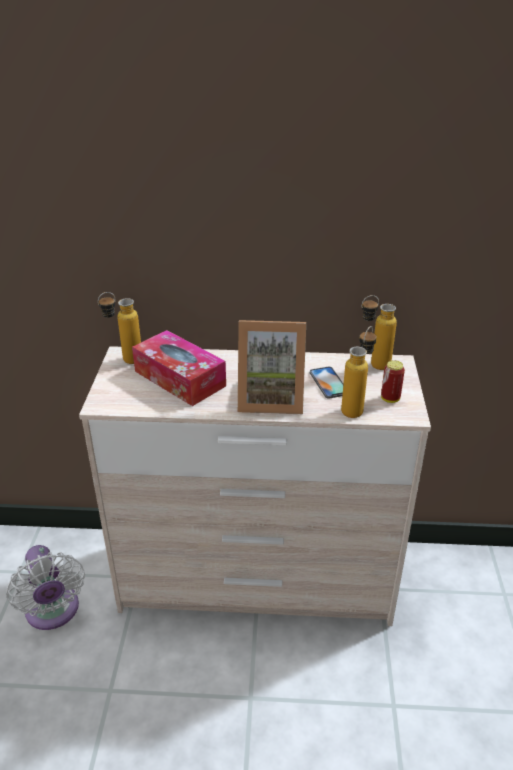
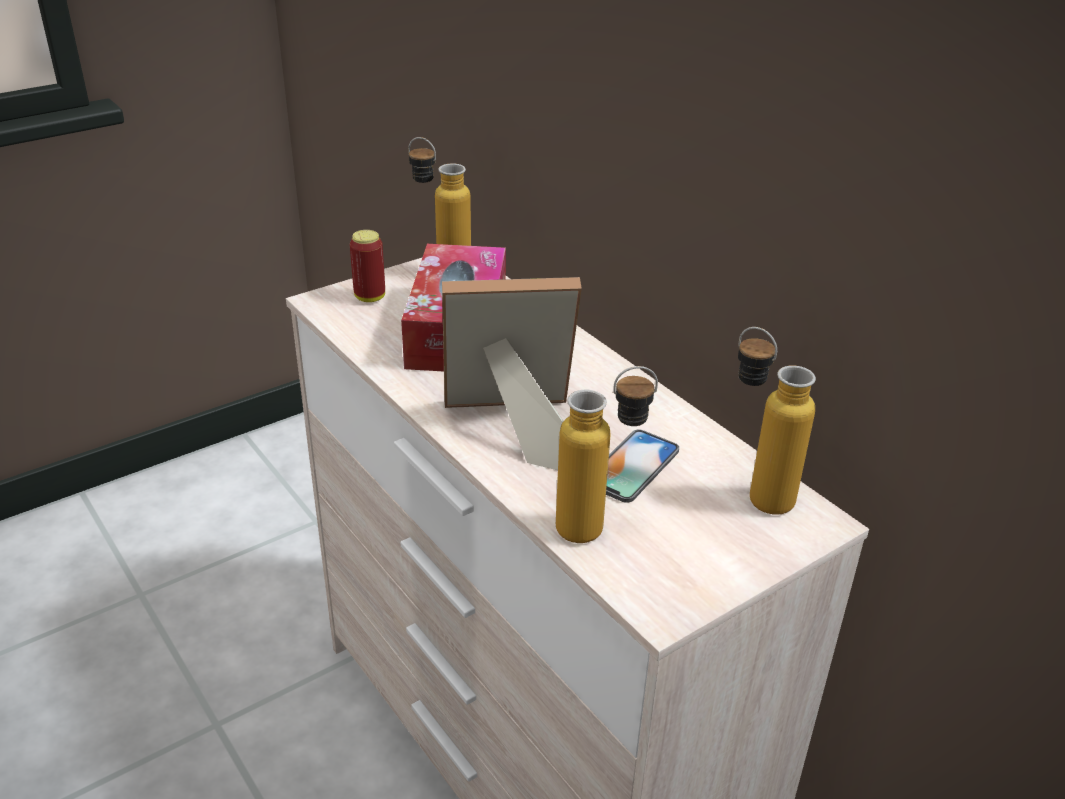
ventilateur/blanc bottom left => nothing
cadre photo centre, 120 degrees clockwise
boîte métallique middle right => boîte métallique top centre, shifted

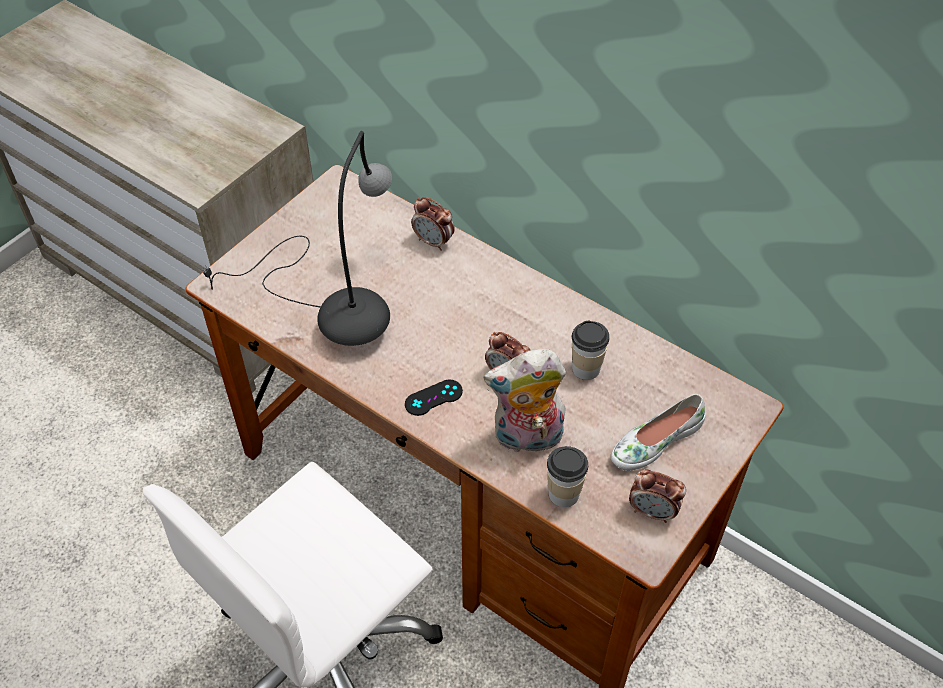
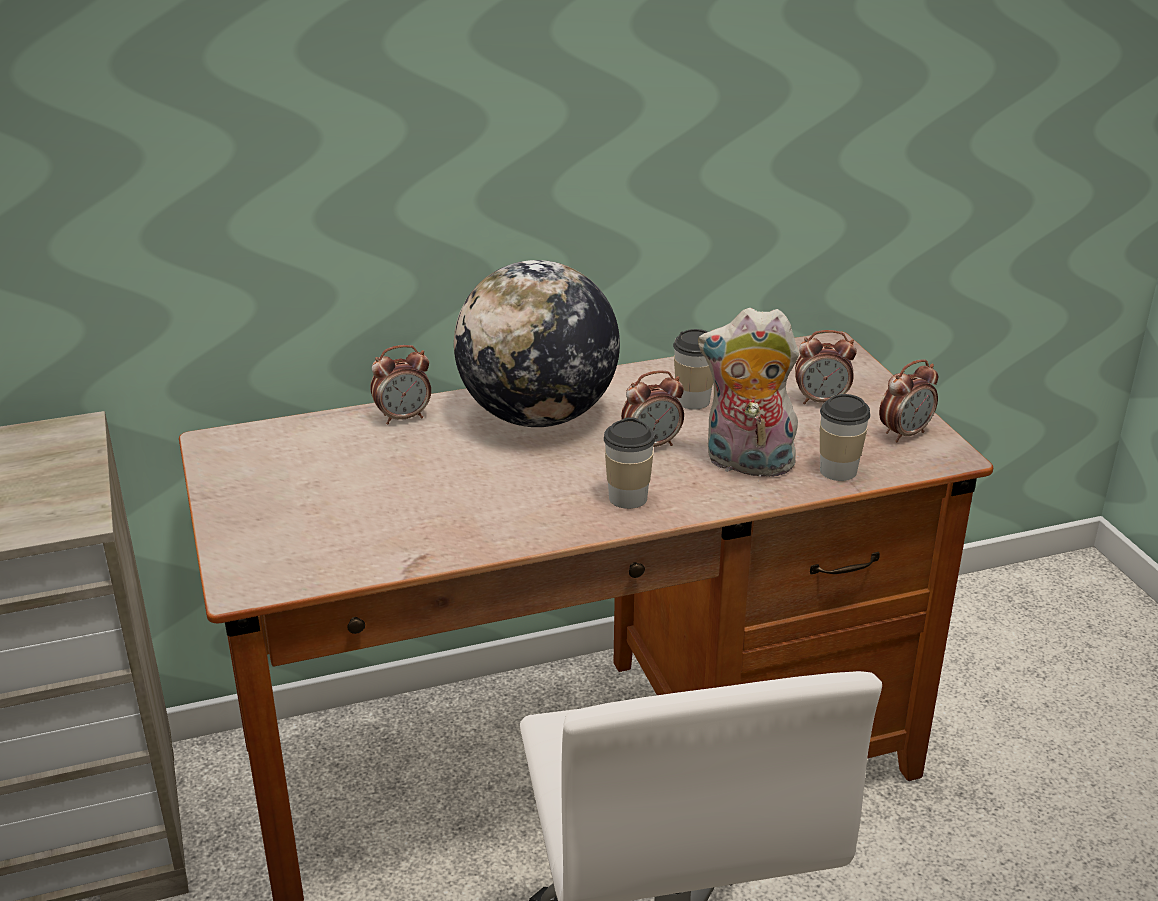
lampe de table/gris middle left => nothing
manette/noir centre => tasse (no. 1 from left) centre
peluche centre, 75 degrees clockwise
chaussure/blanc middle right => réveil (no. 3 from left) middle right
nothing => globe centre

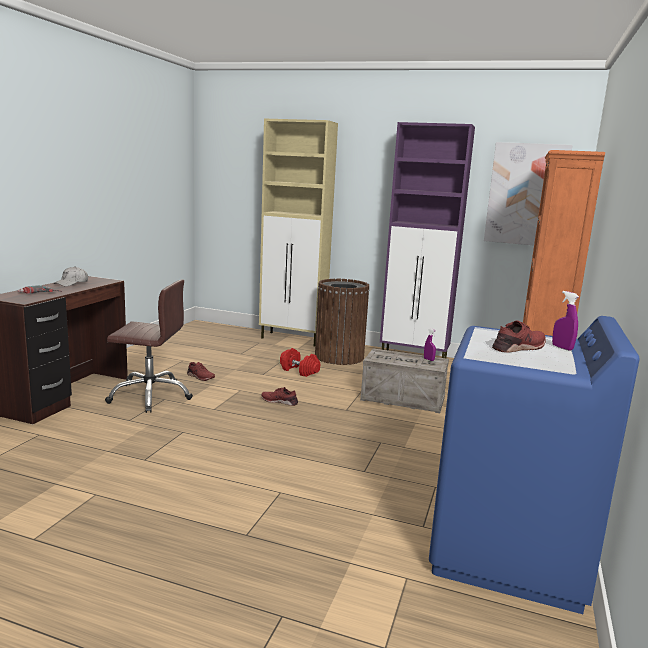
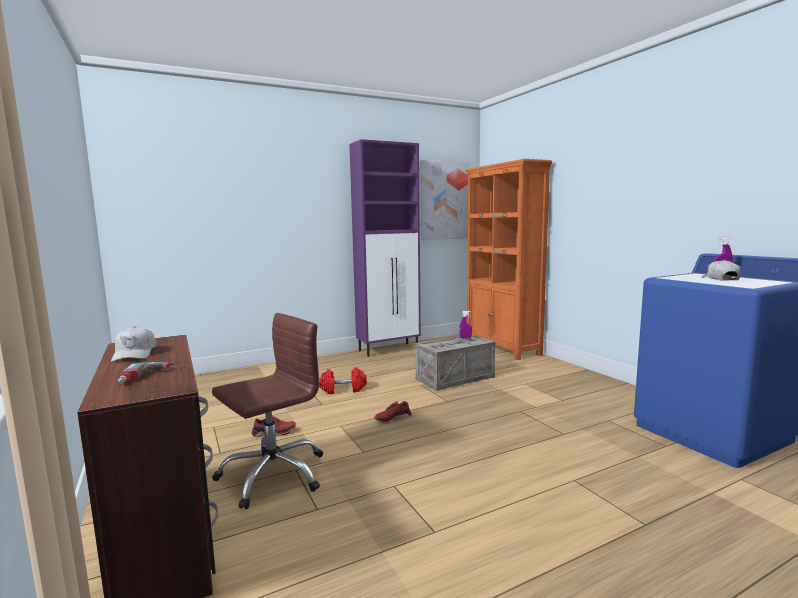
meuble de rangement/beige centre => nothing
poubelle/marron centre => nothing
chaussure/rouge (no. 3 from left) middle right => casquette/blanc (no. 2 from left) middle right

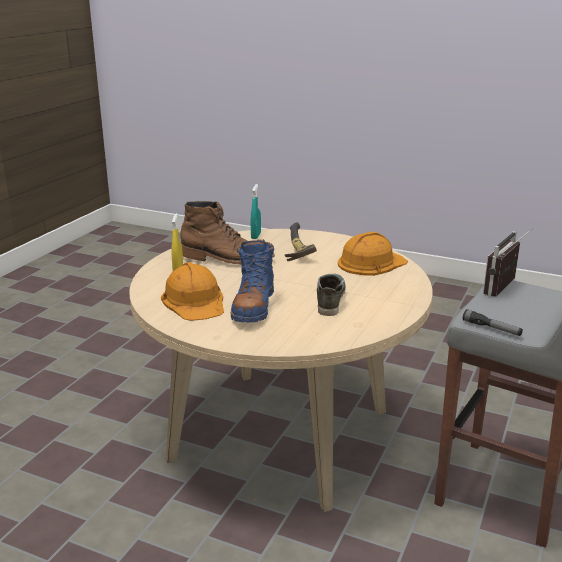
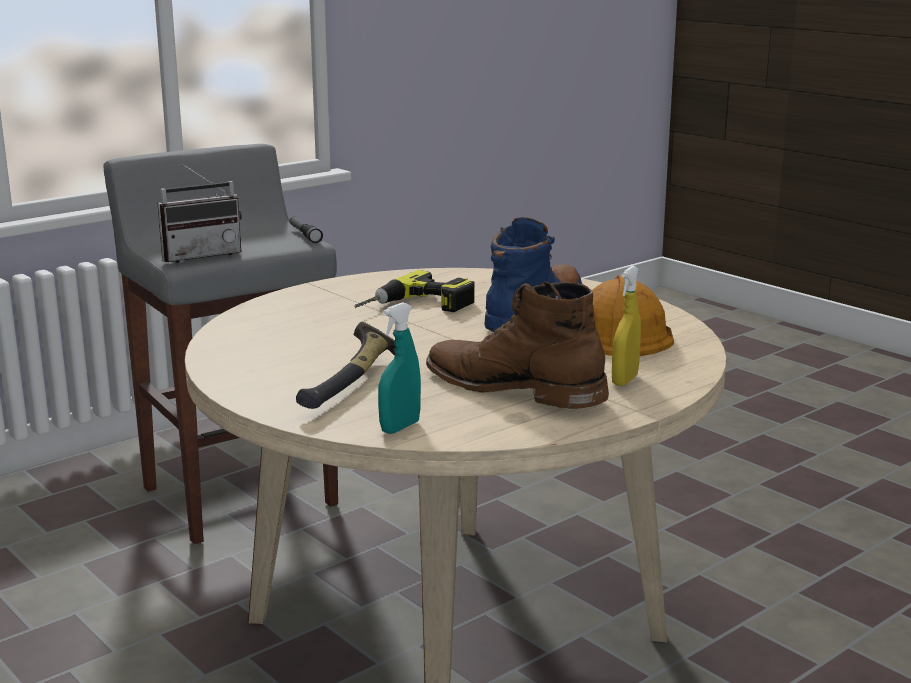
chaussure centre => perceuse centre
casque de chantier/orange (no. 2 from left) centre => nothing

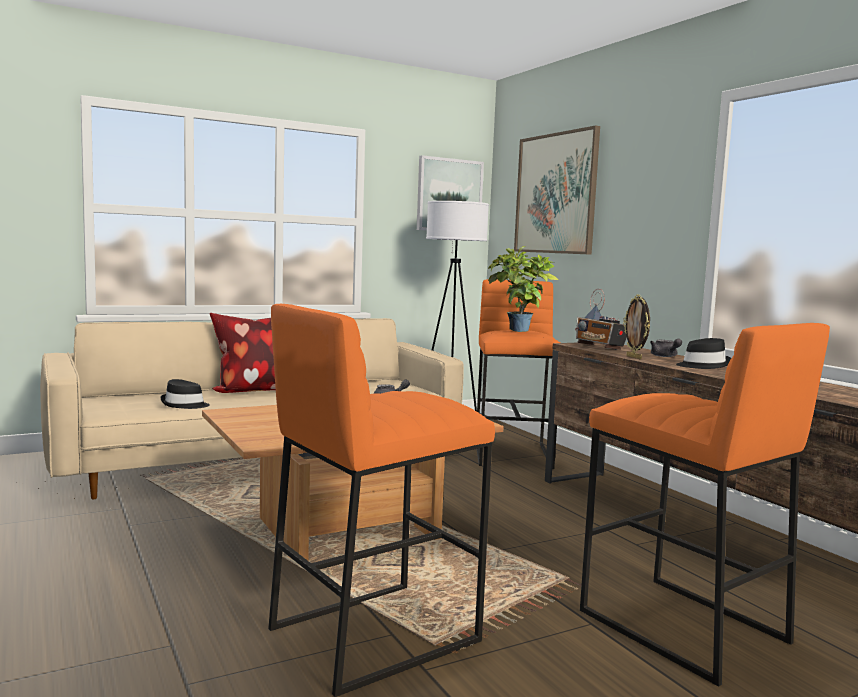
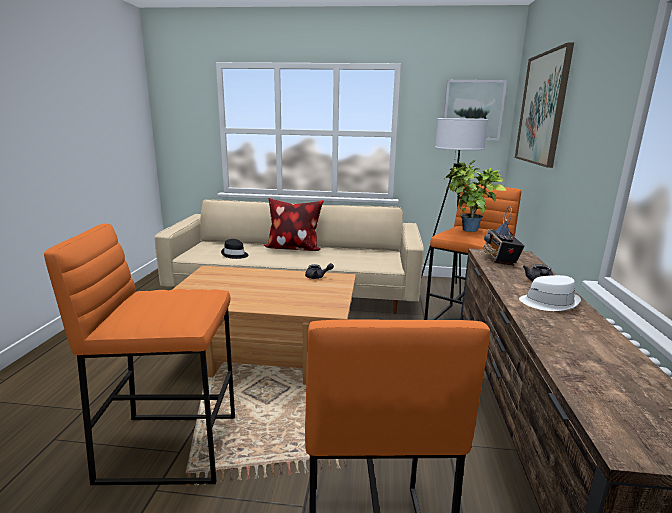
cadre photo middle right => nothing
chapeau/noir (no. 2 from left) middle right => chapeau/blanc middle right

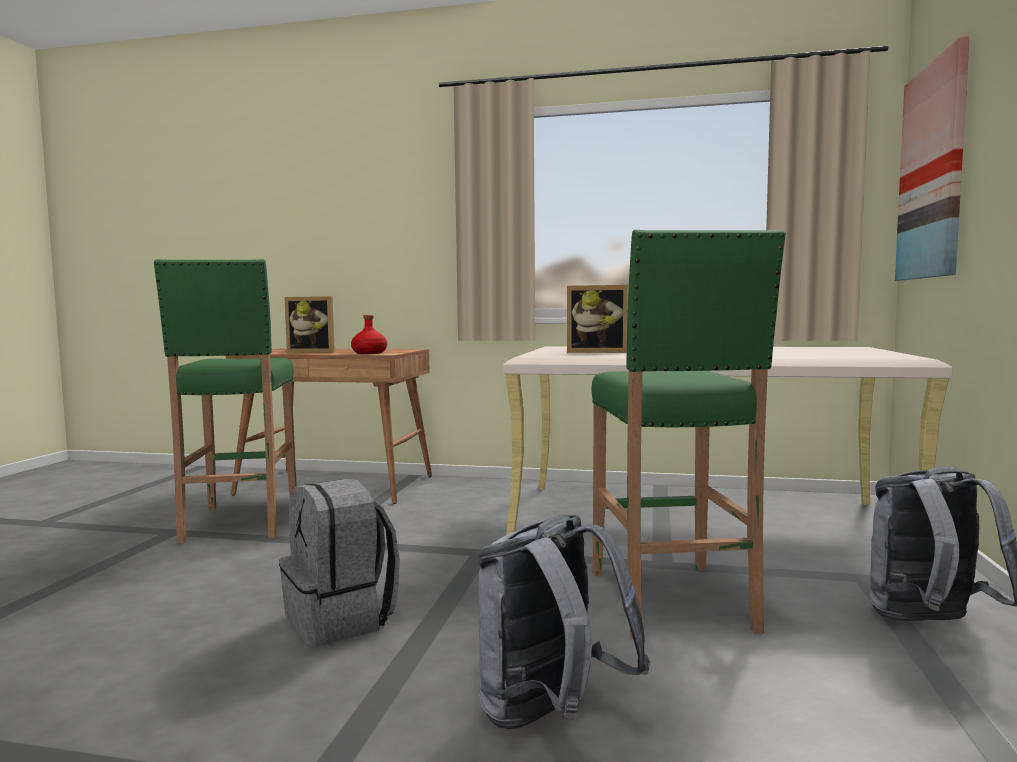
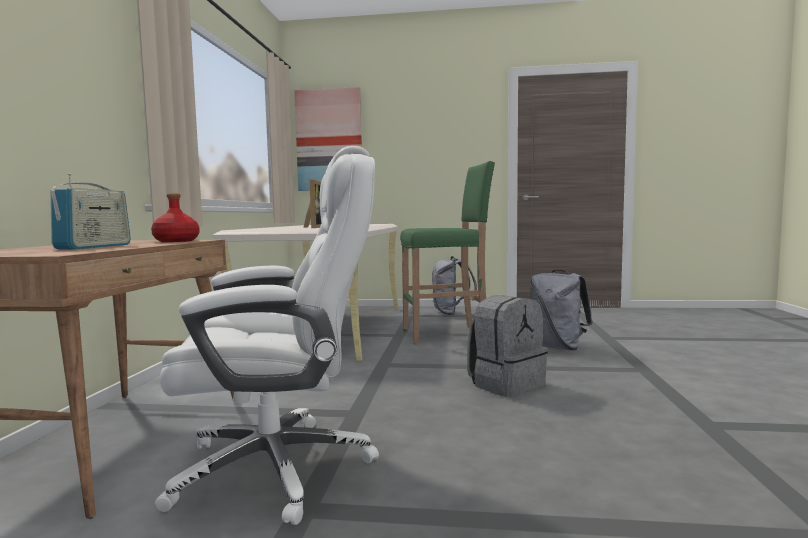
tabouret/vert (no. 1 from left) middle left => chaise de bureau/blanc middle left
cadre photo (no. 1 from left) middle left => radio middle left

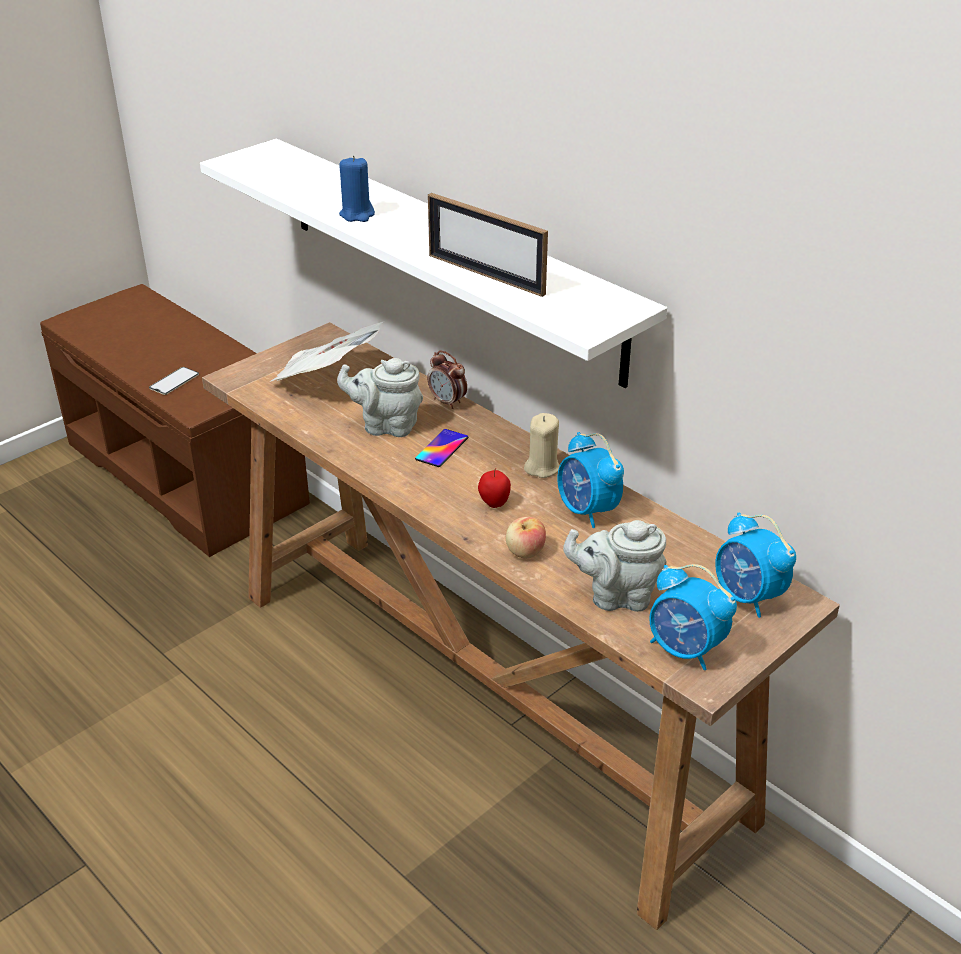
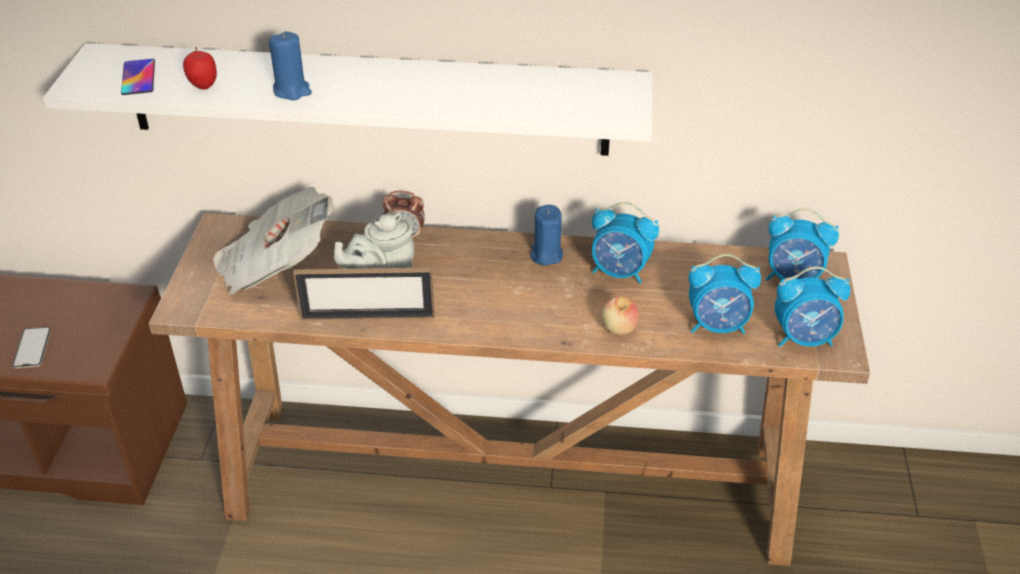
téléphone (no. 2 from left) centre => téléphone (no. 2 from left) top left, shifted
cadre photo top centre => cadre photo centre, shifted
pomme (no. 1 from left) centre => pomme (no. 1 from left) top left, shifted
bougie/beige centre => bougie/bleu (no. 2 from left) centre
théière/gris (no. 2 from left) centre => réveil (no. 3 from left) middle right

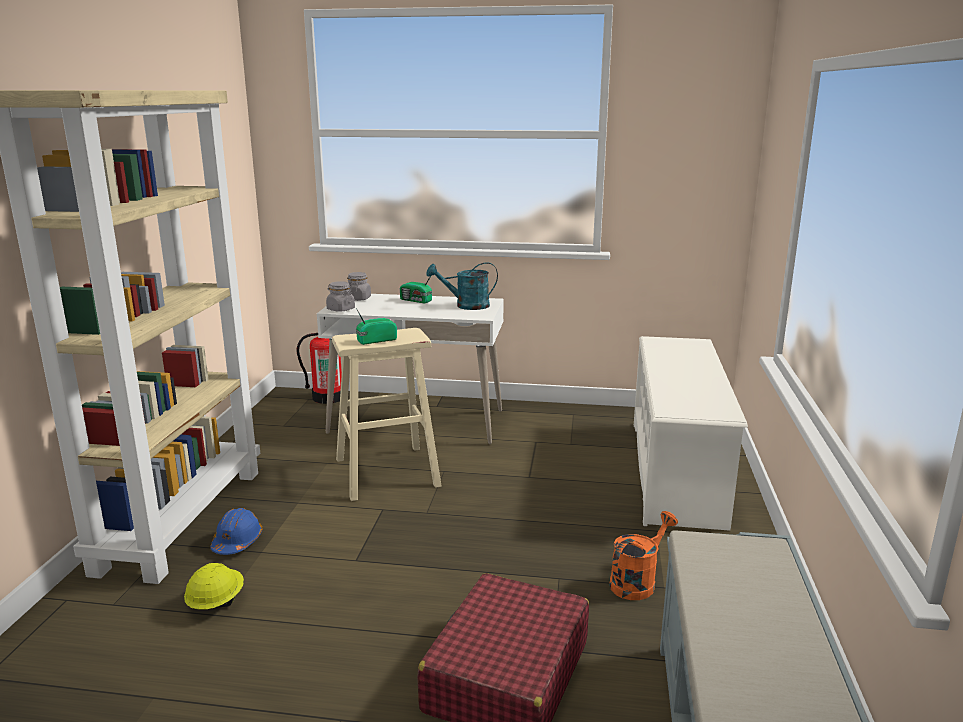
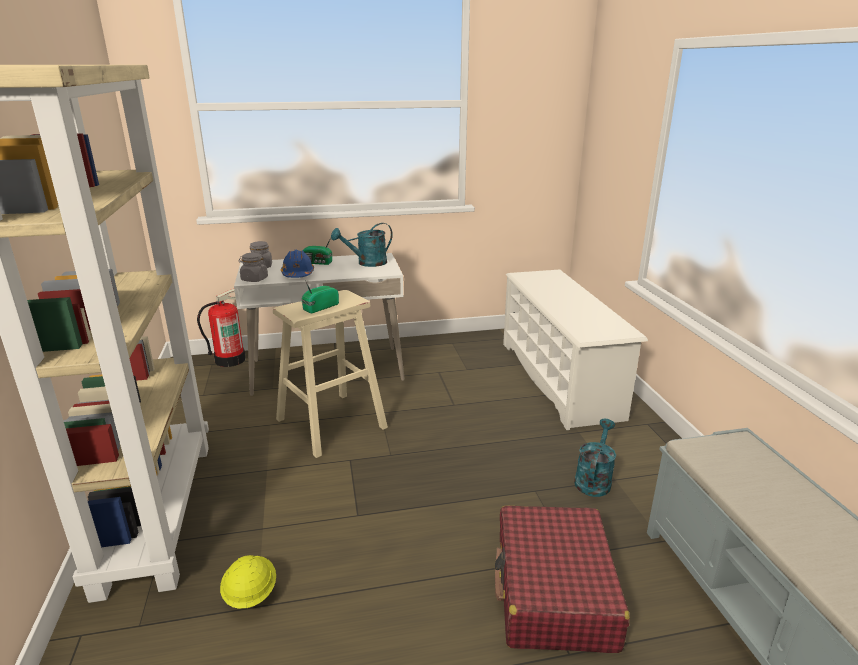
casque de chantier/bleu bottom left => casque de chantier/bleu centre, shifted
arrosoir/orange bottom right => arrosoir/turquoise (no. 2 from left) bottom right

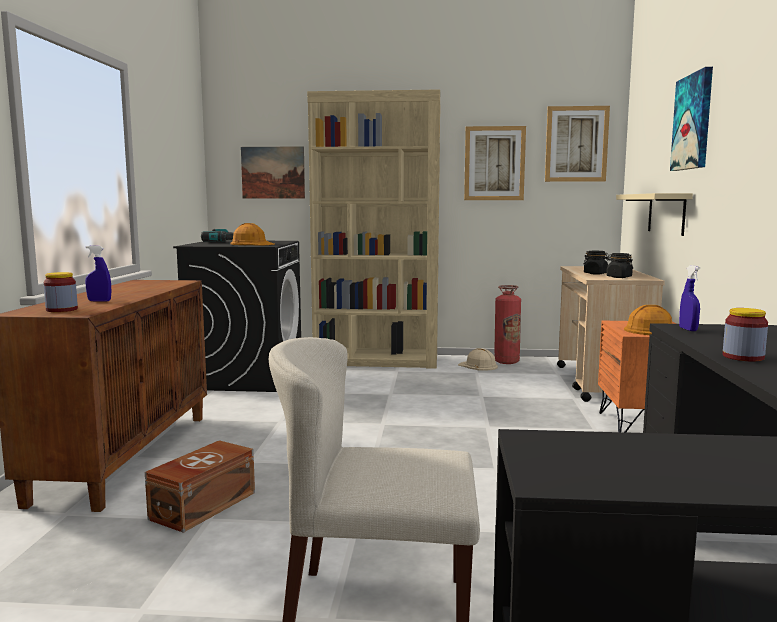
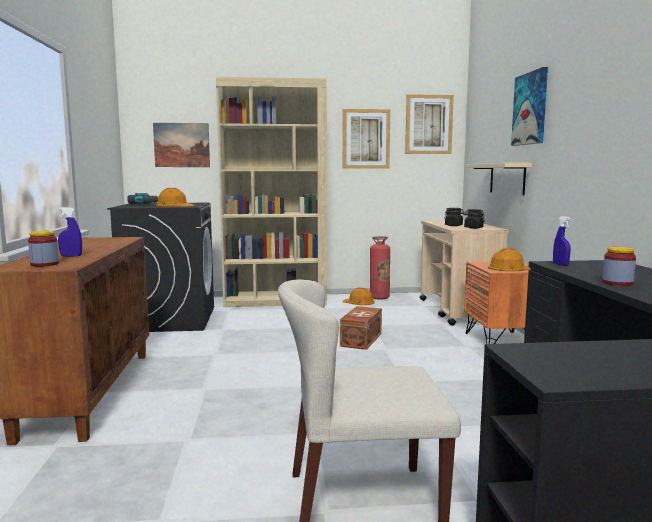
boîte de rangement/marron bottom left => boîte de rangement/marron centre, shifted
casque de chantier/beige centre => casque de chantier/orange (no. 2 from left) centre

